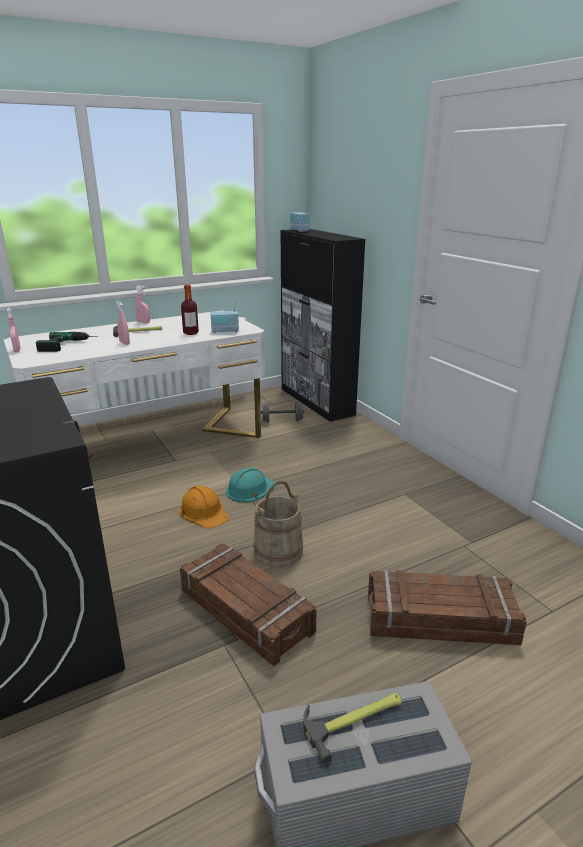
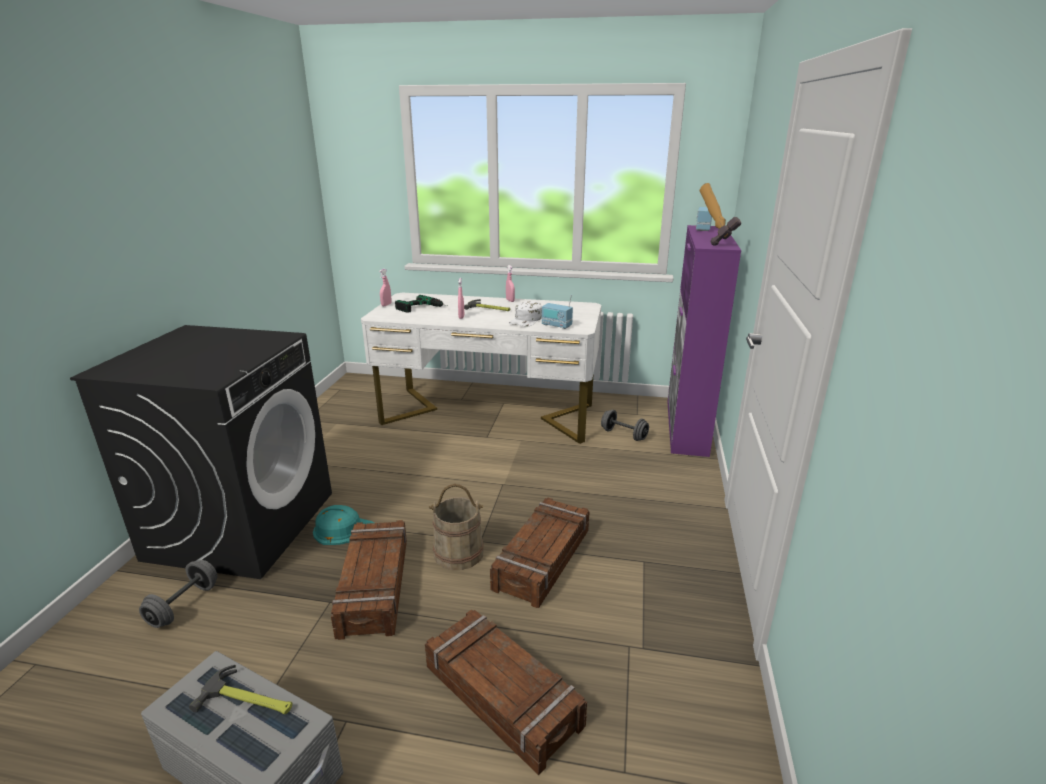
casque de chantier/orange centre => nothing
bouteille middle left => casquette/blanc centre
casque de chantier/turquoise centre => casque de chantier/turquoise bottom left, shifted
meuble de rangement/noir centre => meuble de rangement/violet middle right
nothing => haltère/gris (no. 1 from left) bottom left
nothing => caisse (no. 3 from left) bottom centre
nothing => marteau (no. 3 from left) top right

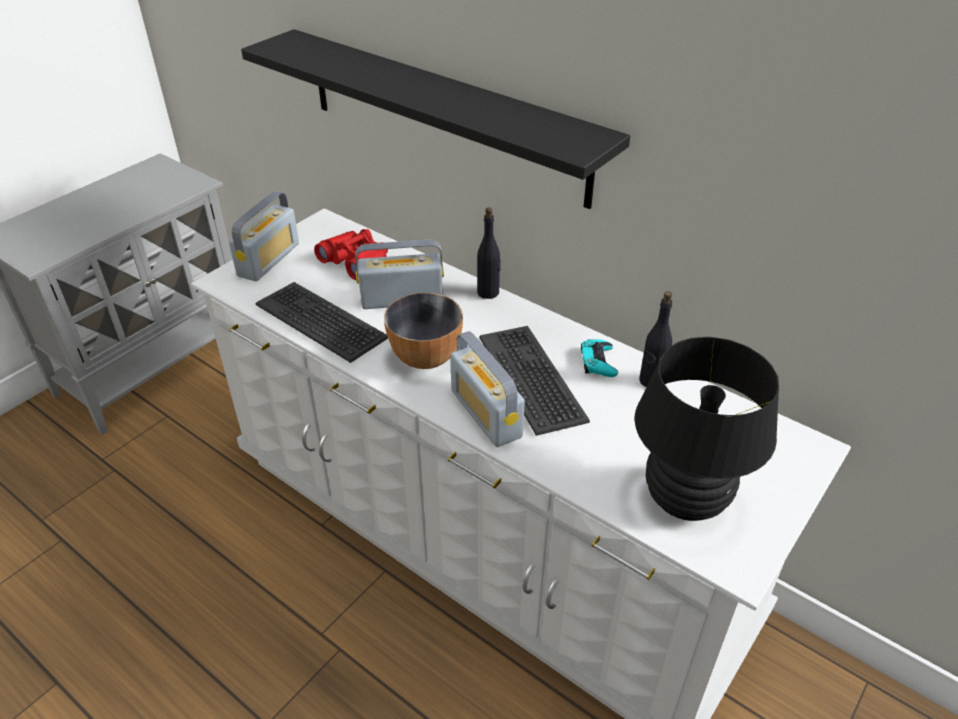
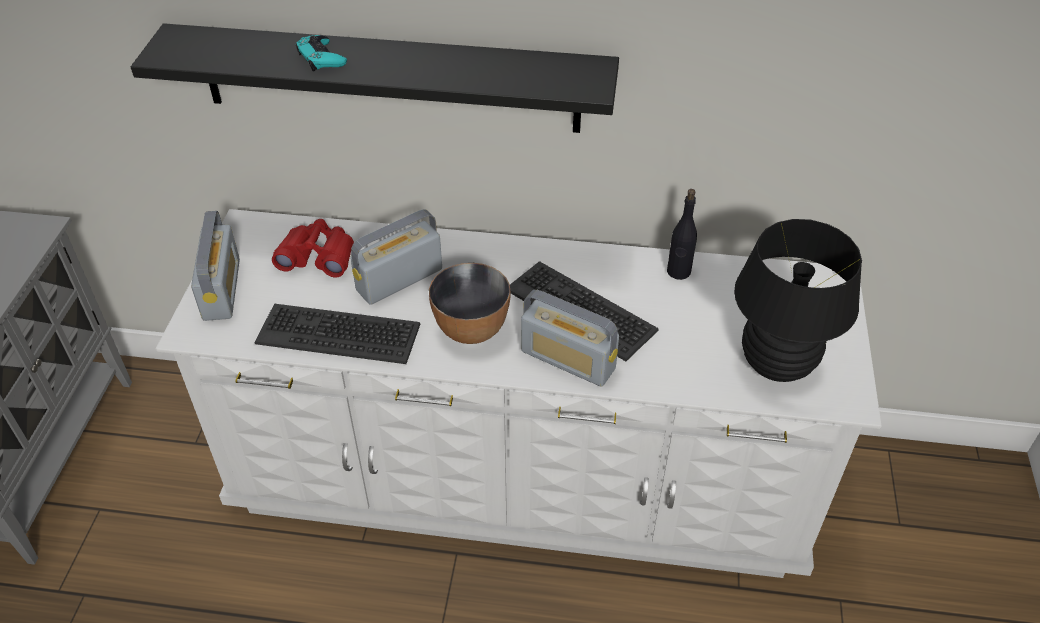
bouteille/noir (no. 1 from left) centre => nothing
manette/turquoise centre => manette/turquoise top left, shifted

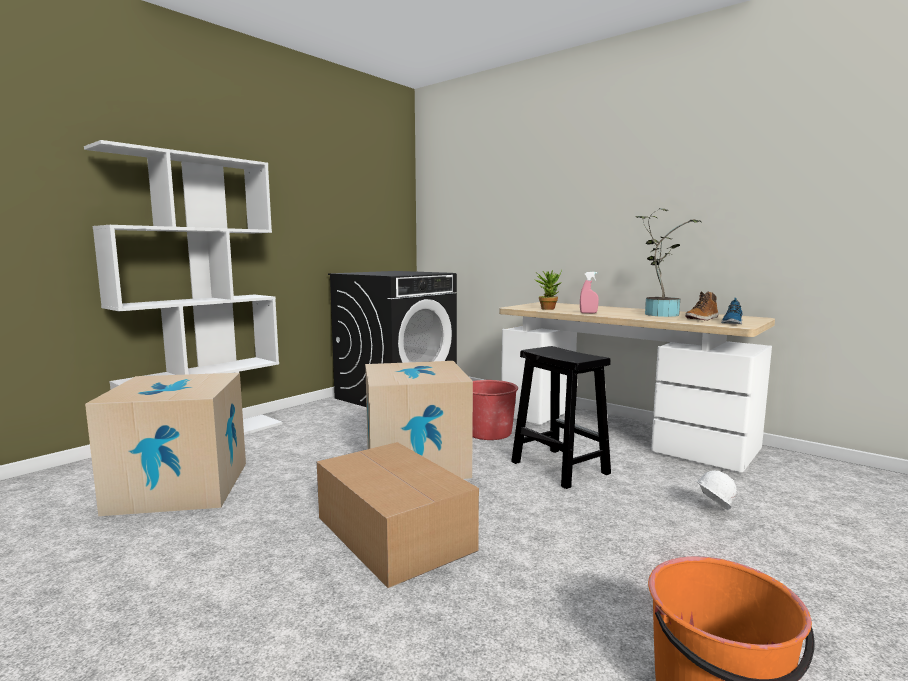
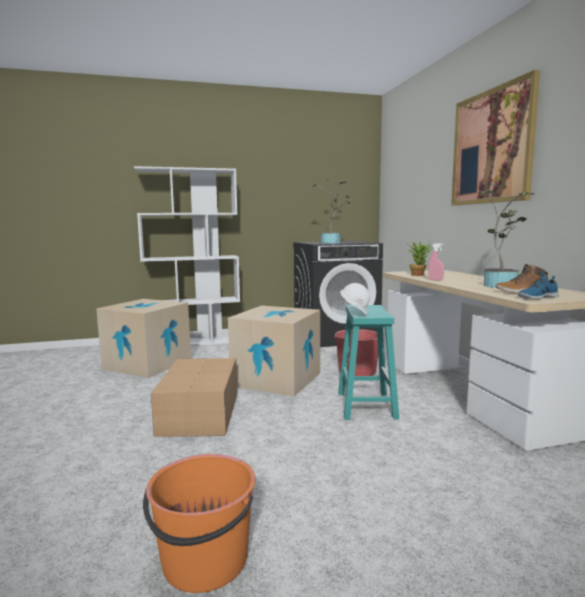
tabouret/noir centre => tabouret/turquoise centre
casque de chantier/blanc bottom right => casque de chantier/blanc centre, shifted
nothing => plante en pot (no. 1 from left) centre
nothing => tableau top right

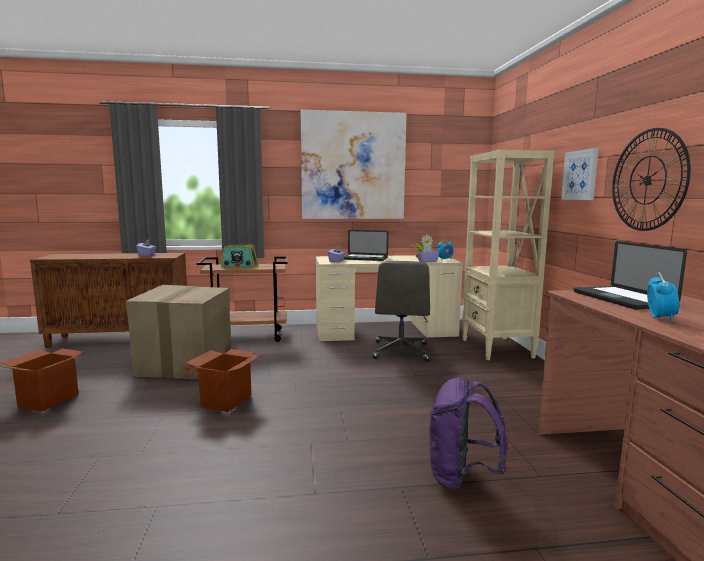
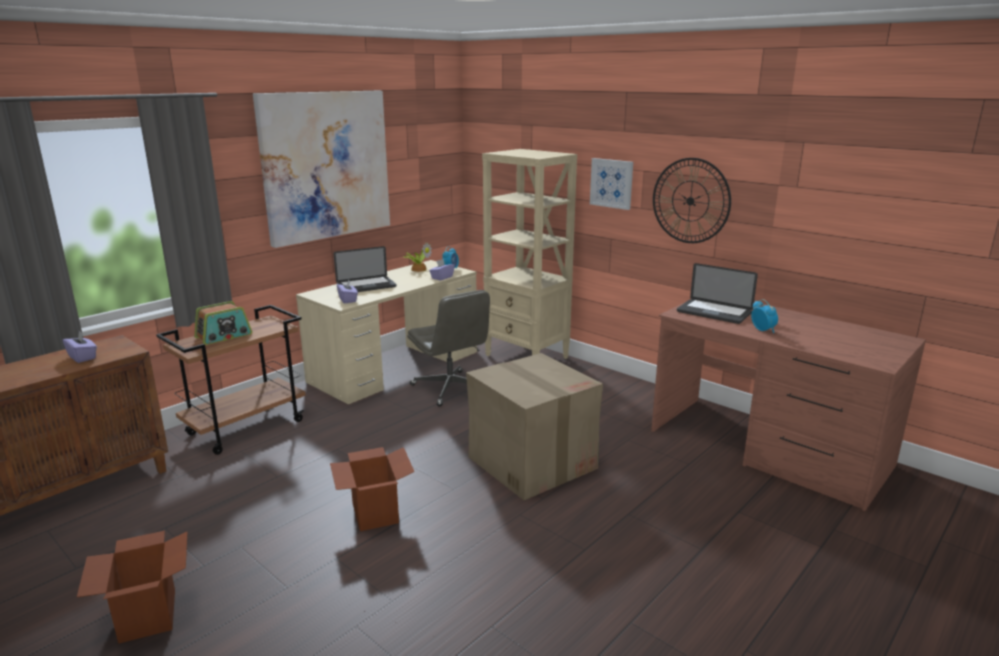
carton (no. 2 from left in the first image) middle left => carton (no. 3 from left) centre, shifted
sac à dos/violet bottom centre => nothing

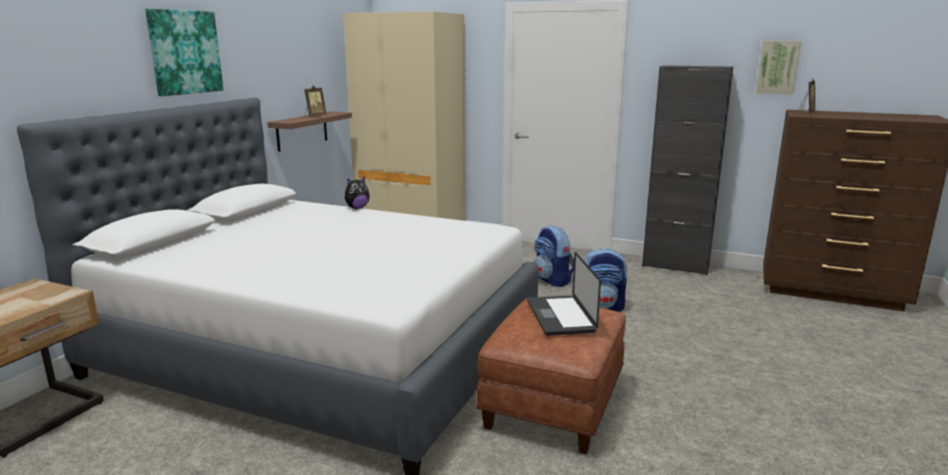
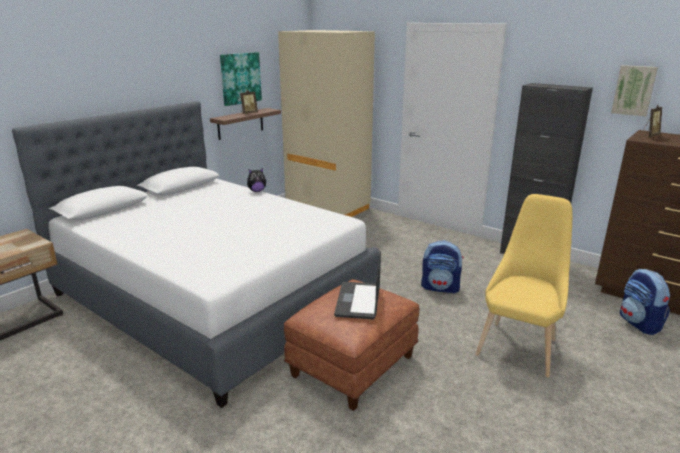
tableau (no. 1 from left) top left => tableau (no. 1 from left) top centre, shifted
sac à dos (no. 1 from left in the first image) centre => sac à dos (no. 2 from left) bottom right, shifted
nothing => chaise/jaune middle right

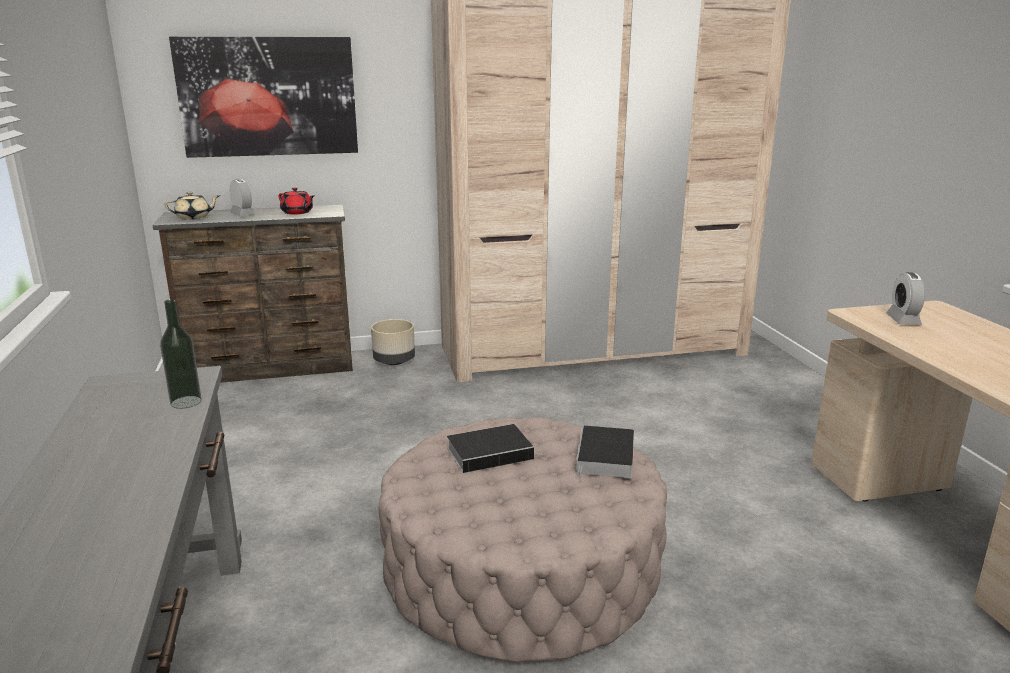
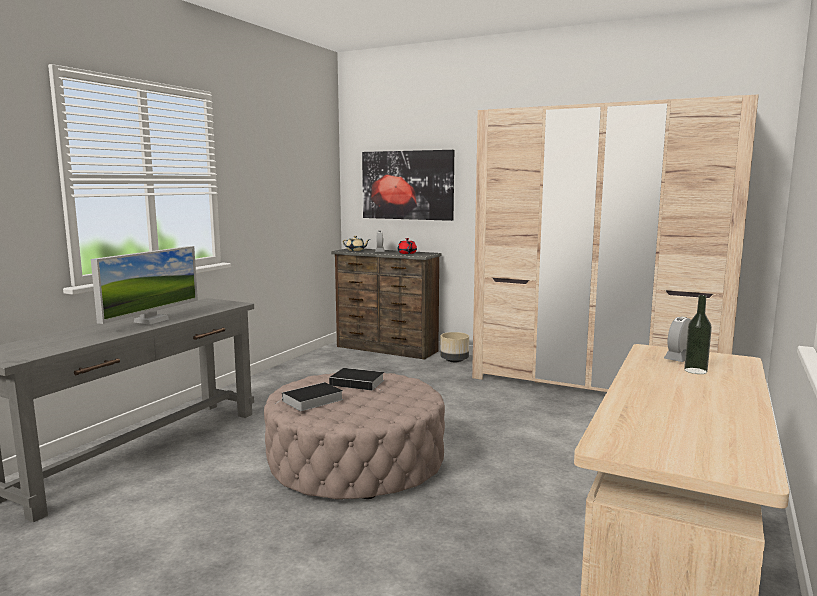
bouteille middle left => bouteille middle right, shifted
livre (no. 2 from left in the first image) bottom centre => livre (no. 1 from left) centre, shifted
nothing => écran d'ordinateur middle left

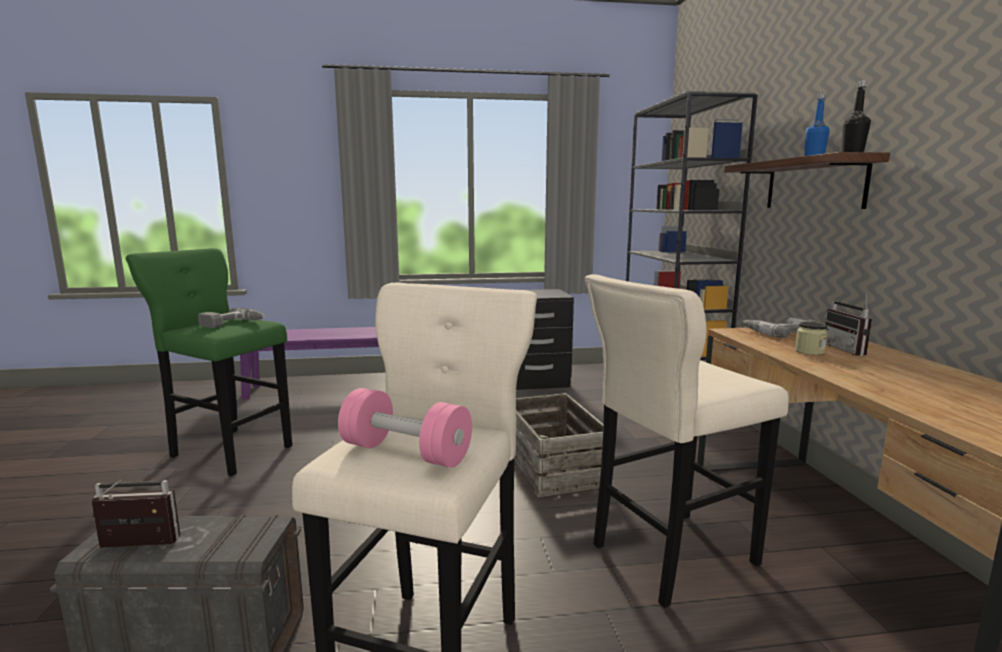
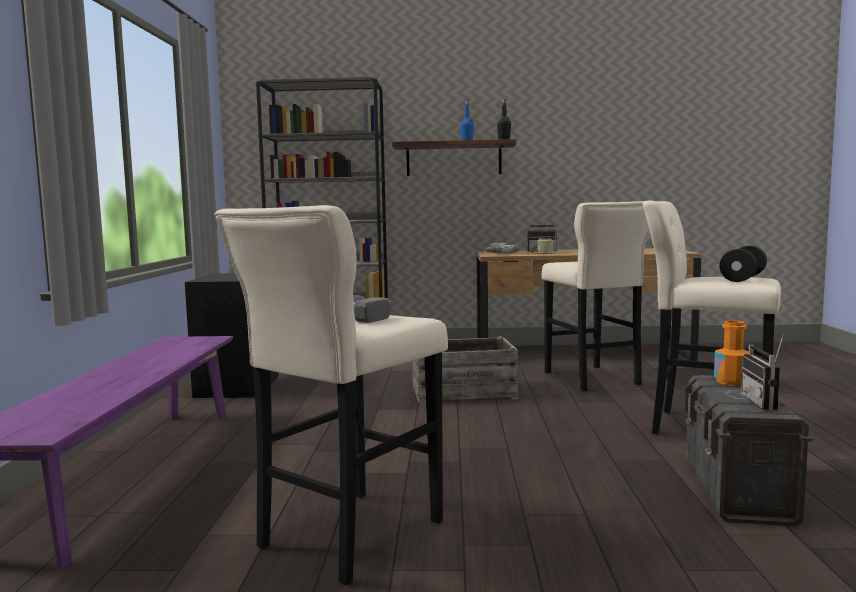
tabouret/vert middle left => tabouret/beige (no. 1 from left) bottom centre
haltère/rose centre => haltère/noir middle right
nothing => bouteille/orange middle right

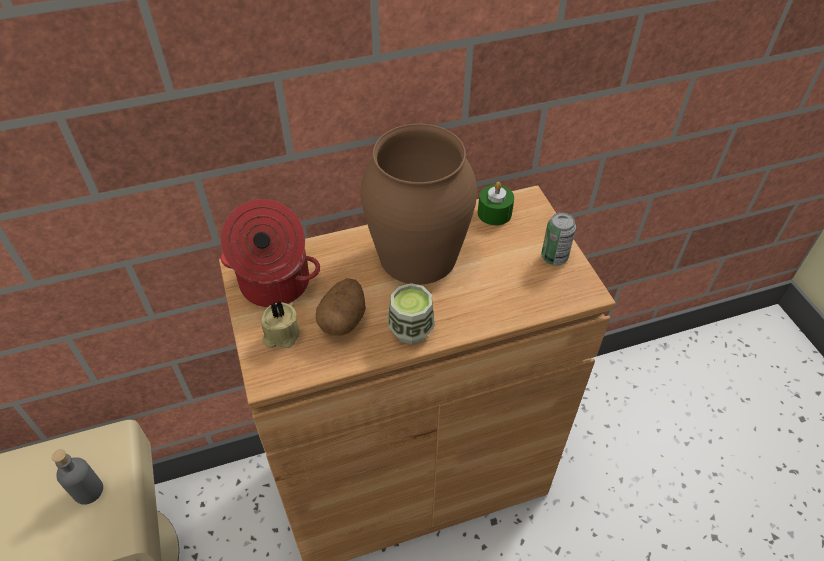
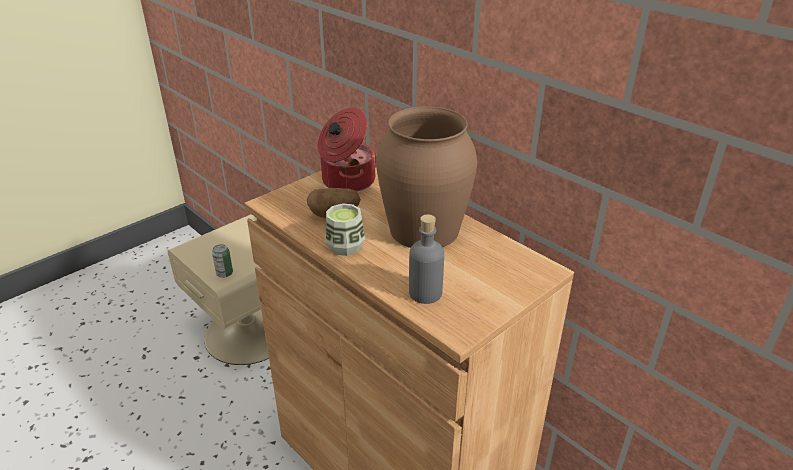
bouteille/gris bottom left => bouteille/gris centre, shifted
bougie/beige centre => nothing
bougie/vert centre => nothing
boîte métallique middle right => boîte métallique middle left, shifted

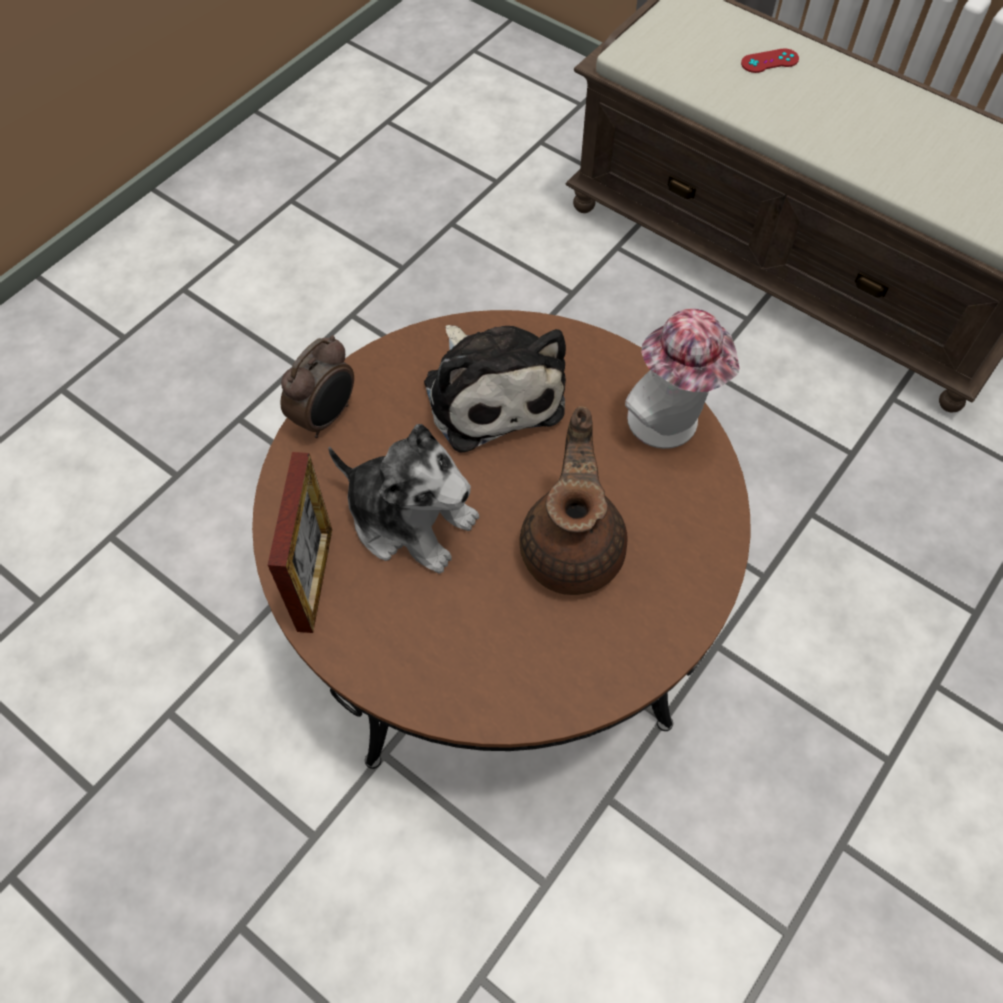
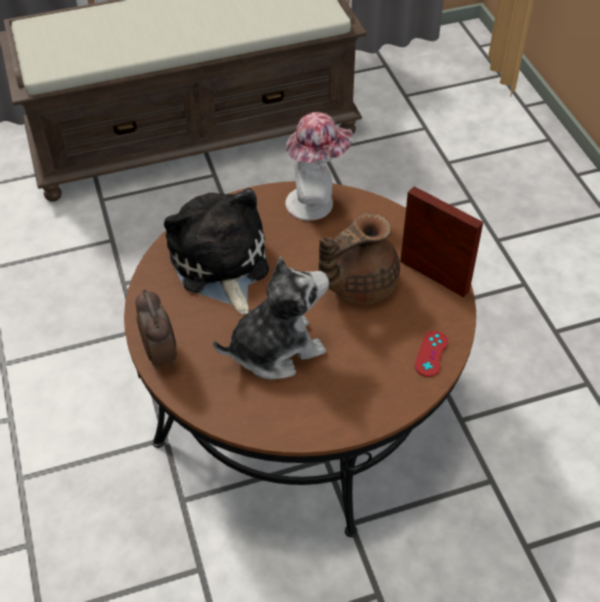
cadre photo middle left => cadre photo middle right, shifted
peluche (no. 2 from left in the first image) centre => peluche (no. 1 from left) centre, 120 degrees counterclockwise
théière/marron centre, 75 degrees counterclockwise
manette/rouge top right => manette/rouge middle right, shifted

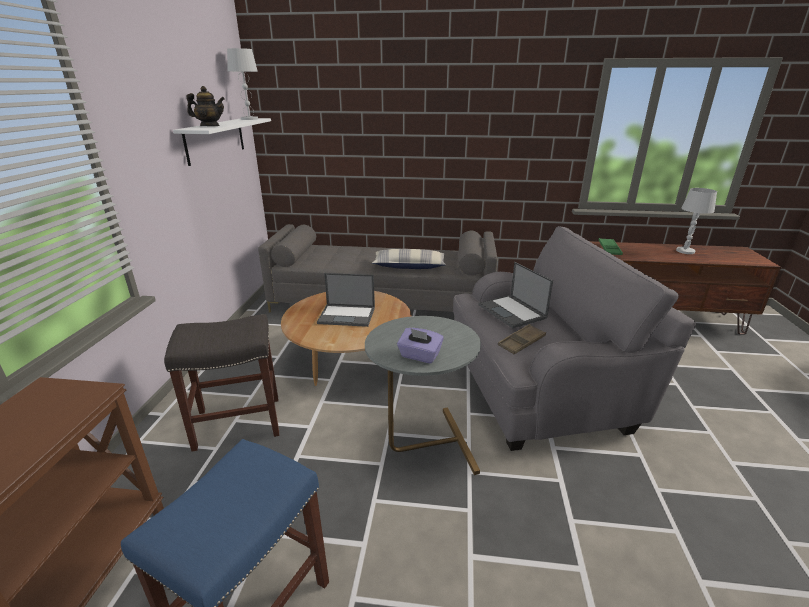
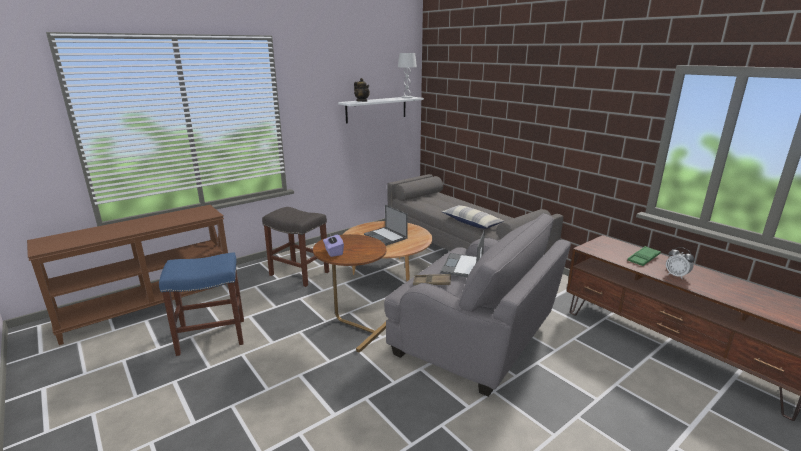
table d'appoint/gris centre => table d'appoint/marron centre
lampe de table/blanc (no. 2 from left) middle right => nothing
nothing => réveil middle right

